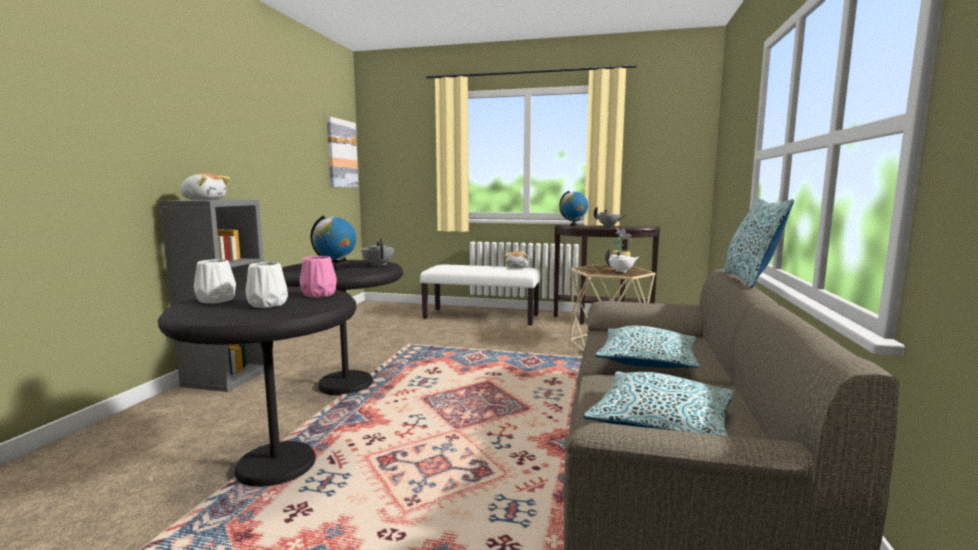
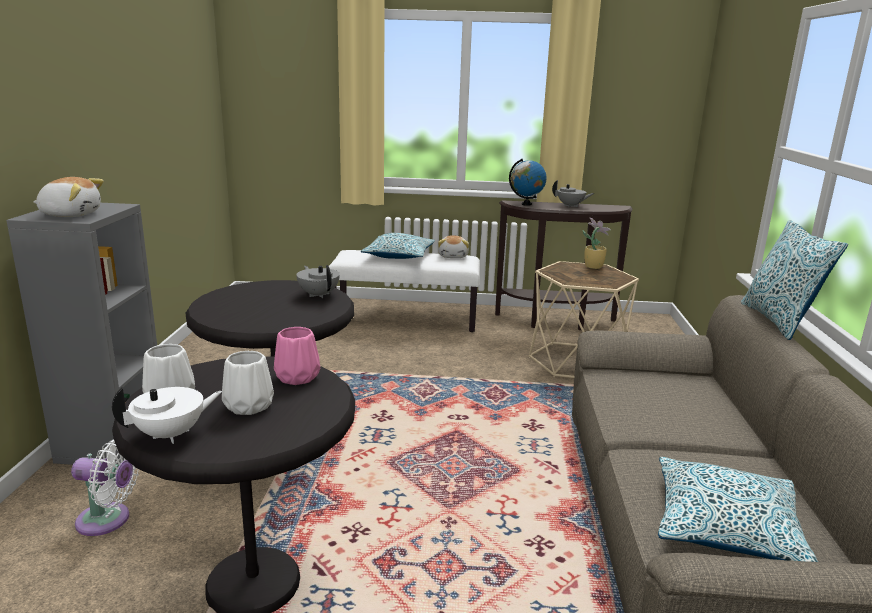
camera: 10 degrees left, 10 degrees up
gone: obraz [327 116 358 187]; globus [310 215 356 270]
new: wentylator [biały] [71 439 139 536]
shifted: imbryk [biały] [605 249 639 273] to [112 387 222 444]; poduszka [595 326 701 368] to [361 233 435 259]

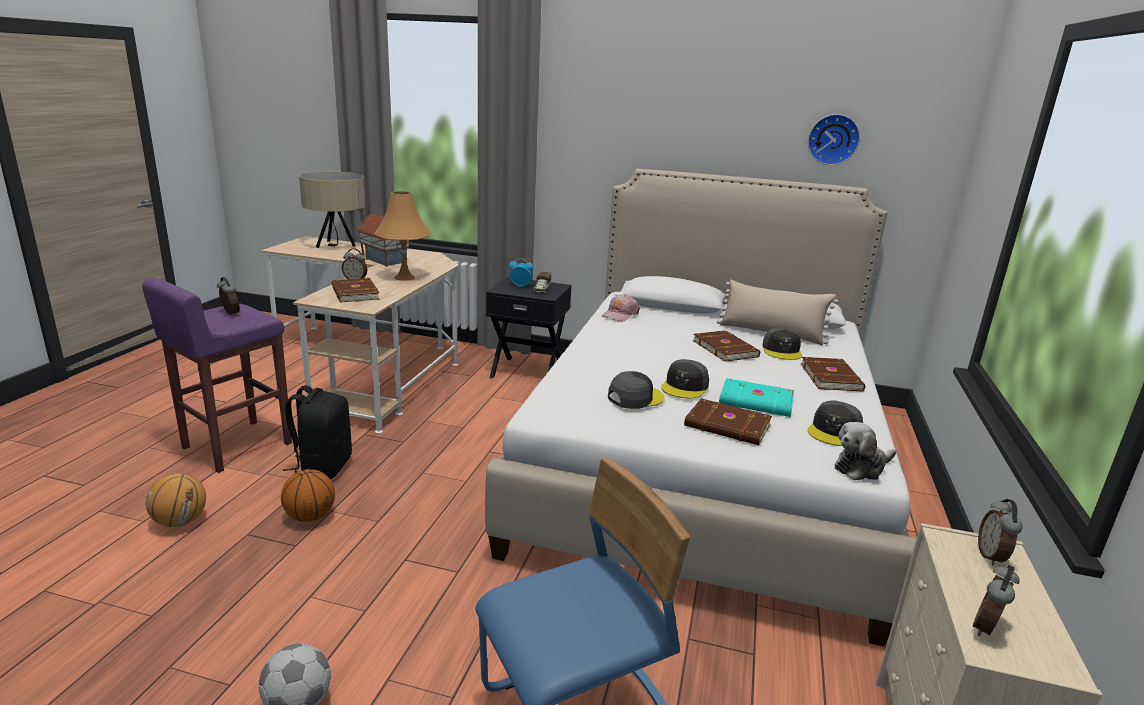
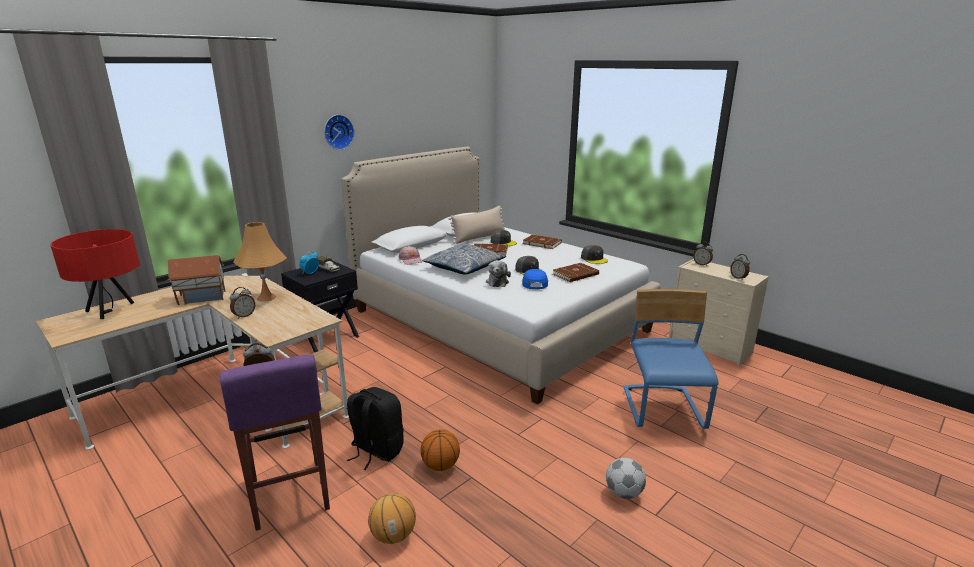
camera: 60 degrees left, 0 degrees up
gone: książka [brązowy] [332 278 379 302]; książka [turkusowy] [719 378 794 417]
new: poduszka [422 244 506 274]
shifted: zegar ścienny [808 114 860 165] to [324 115 354 150]; pluszak [835 422 896 480] to [486 260 511 287]
repainted: lampa stołowa [beżowy] [299 172 366 248] to lampa stołowa [czerwony] [50 229 140 319]; czapka z daszkiem [szary] [608 371 664 409] to czapka z daszkiem [niebieski] [522 269 548 289]

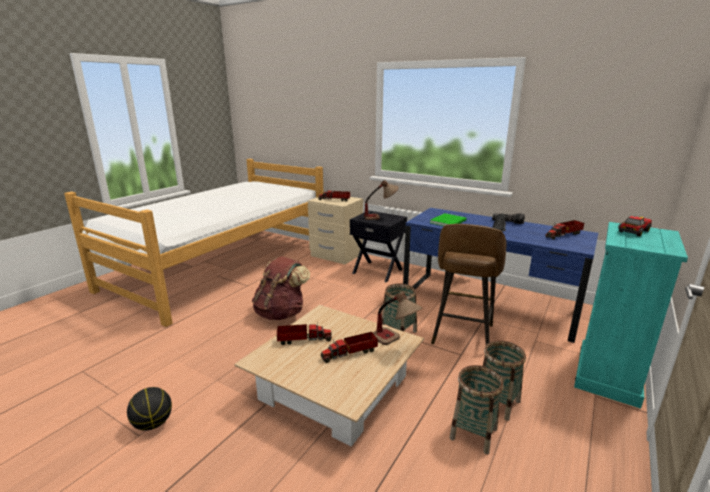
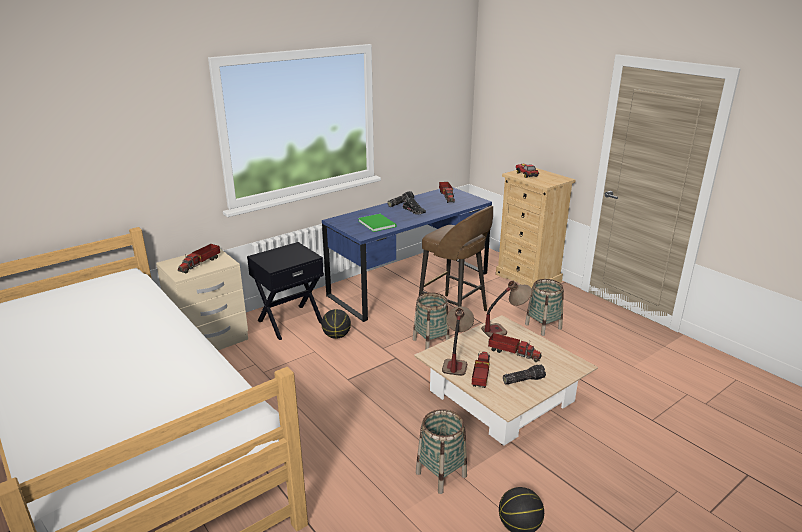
camera: 70 degrees left, 5 degrees up
gone: plecak [brązowy] [252 256 310 320]
new: piłka do koszykówki [321 309 351 339]; latarka [503 364 546 385]
shifted: lampa stołowa [364 180 399 220] to [442 306 474 376]; koszyk [450 365 504 454] to [416 409 467 494]
repainted: komoda [turkusowy] [574 222 688 409] to komoda [beżowy] [496 168 576 289]
rotated: ciężarówka zabawkowa [321 332 378 363] = [488 333 541 362] 60 degrees counterclockwise

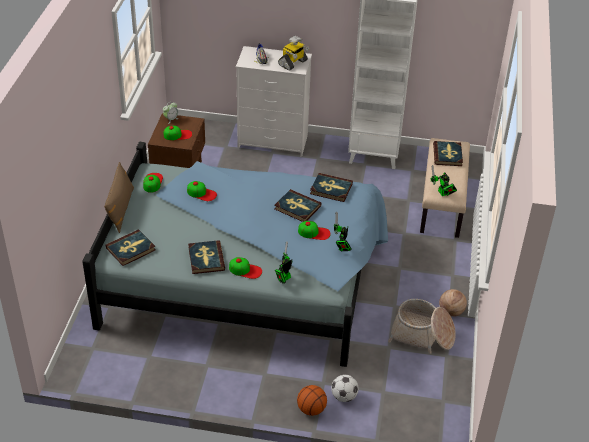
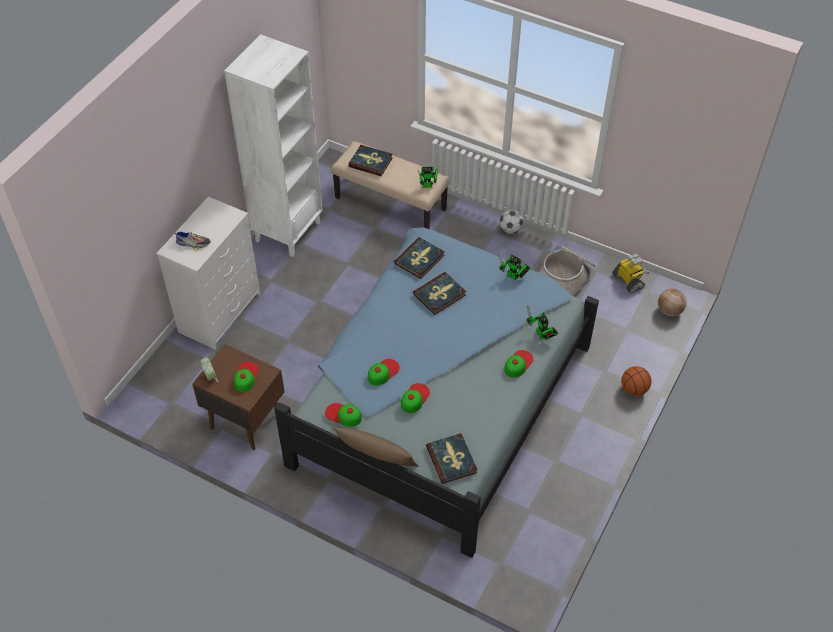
camera: 70 degrees left, 10 degrees up
gone: książka [188 240 225 274]
shifted: robot zabawkowy [278 36 309 71] to [612 254 649 293]; czapka z daszkiem [298 221 331 240] to [401 383 430 413]; piłka do koszykówki [439 289 467 317] to [658 288 687 316]; piłka futbolowa [331 375 359 402] to [500 209 524 234]

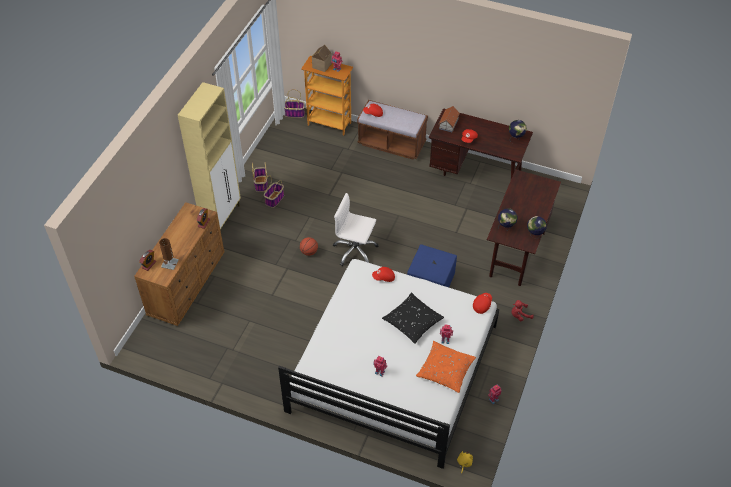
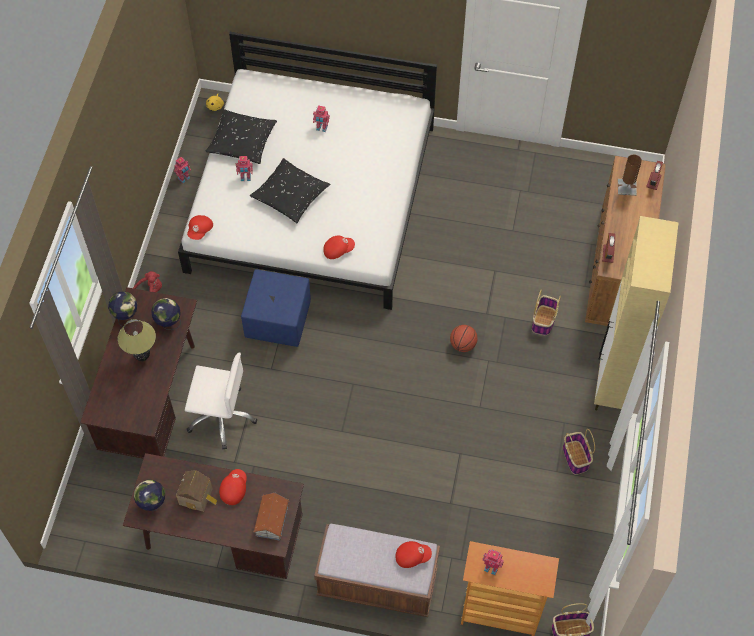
camera: 170 degrees right, 10 degrees up
new: lampa stołowa [118 319 156 361]
shifted: domek [311 45 332 72] to [176 470 218 512]; koszyk [263 175 284 208] to [532 290 561 335]; krzesło biurowe [biały] [333 193 379 266] to [185 353 258 449]
repainted: poduszka [pomarańczowy] [416 341 476 393] to poduszka [czarny] [206 109 277 164]

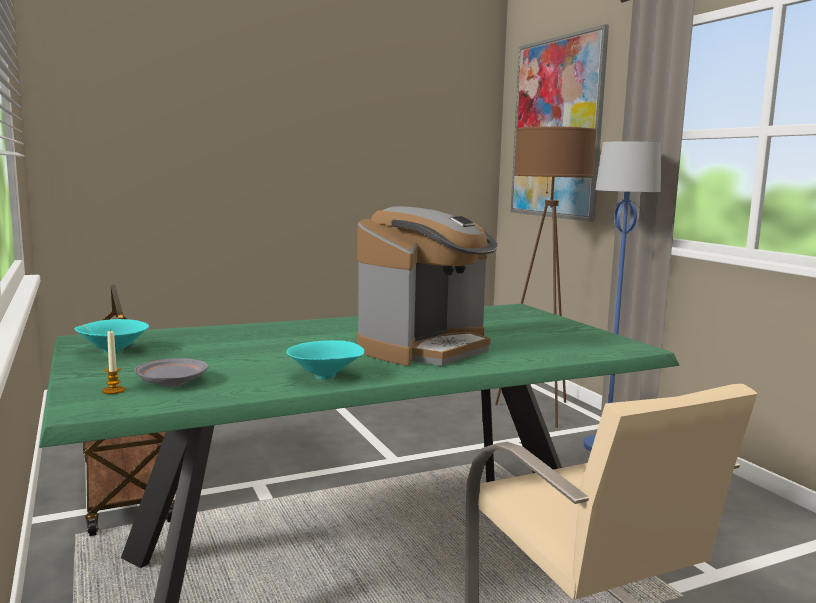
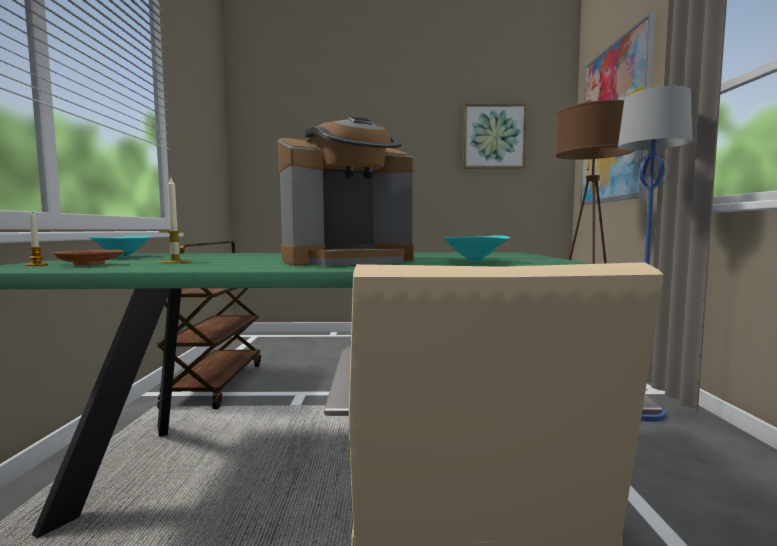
camera: 25 degrees right, 5 degrees down
new: obraz [463 104 527 169]; świeca [158 178 193 263]
shifted: miska [turkusowy] [286 340 365 380] to [443 235 510 262]
repainted: talerz [szary] [135 358 209 387] to talerz [brązowy] [52 250 124 266]

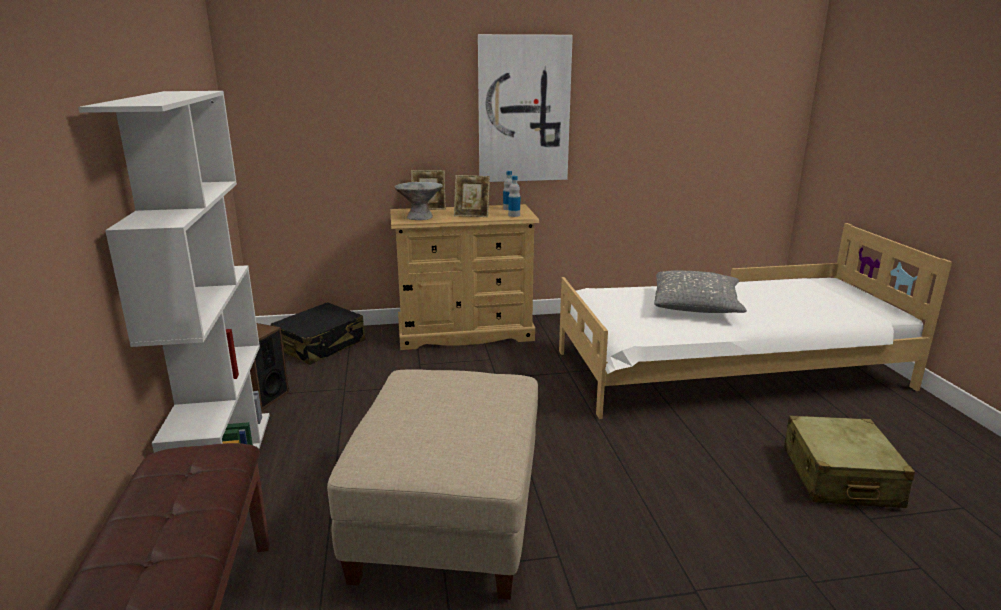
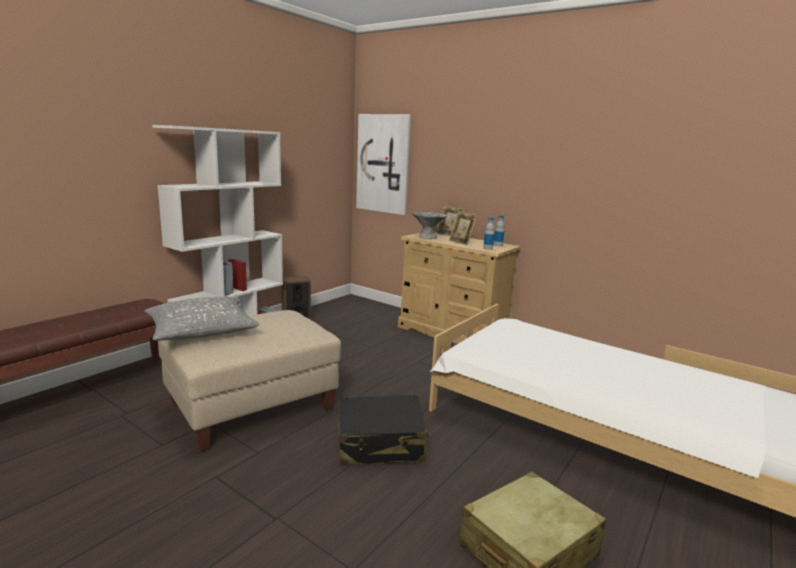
camera: 45 degrees right, 5 degrees down
shifted: obraz [478 34 573 182] to [356 114 411 215]; poduszka [szary] [654 270 747 313] to [145 297 259 341]; walizka [czarny] [271 302 365 365] to [338 395 430 465]

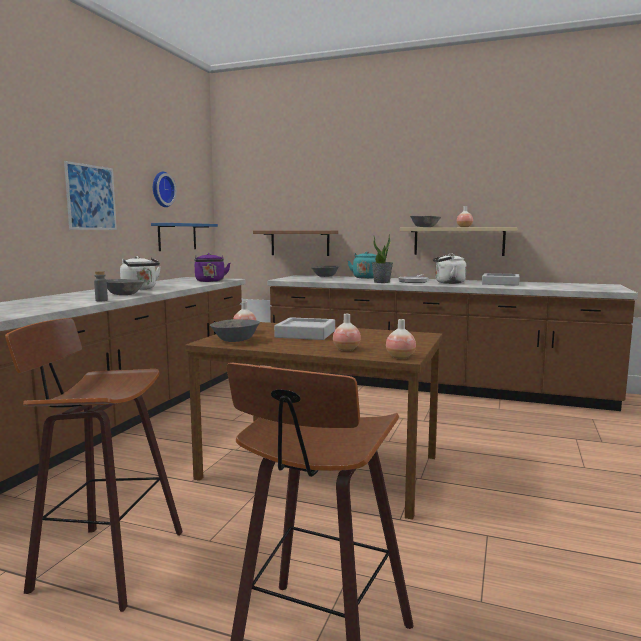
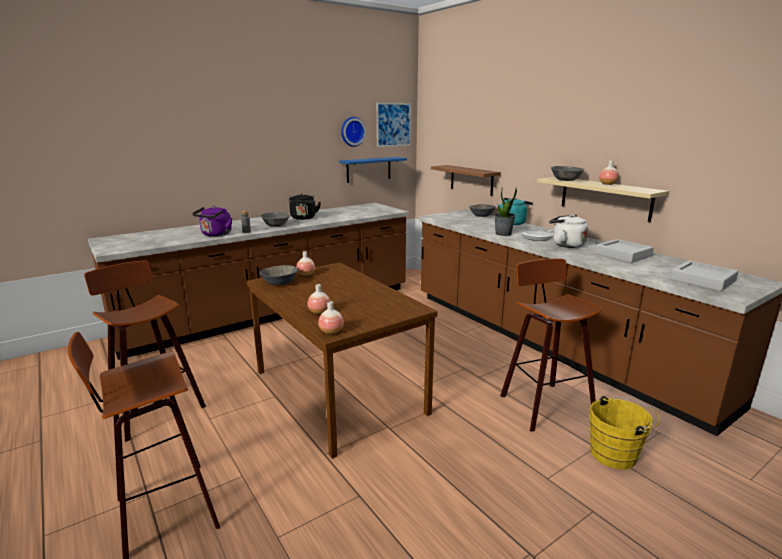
camera: 35 degrees right, 10 degrees up
new: stołek [500 259 602 432]; wiadro [żółty] [589 396 660 470]
shifted: obraz [64 161 117 230] to [377 103 411 147]; czajnik [fioletowy] [194 253 230 282] to [192 206 232 237]; taca [szary] [274 317 335 340] to [670 260 739 291]
repainted: czajnik [biały] [120 256 161 290] to czajnik [czarny] [289 193 321 220]

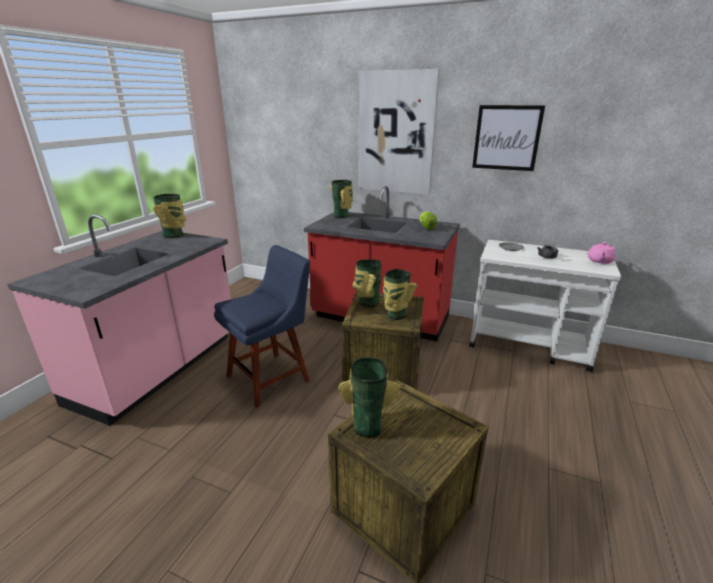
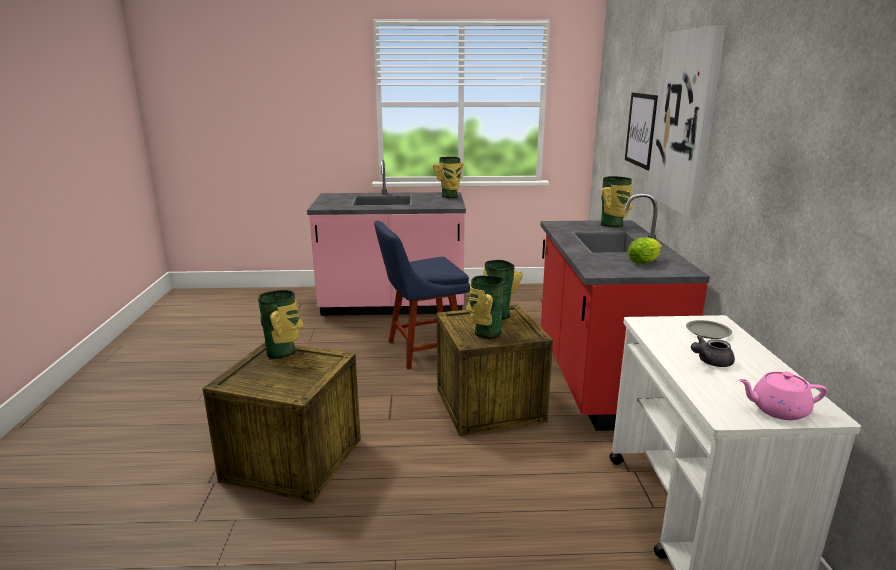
camera: 65 degrees right, 5 degrees down
shifted: obraz [472 105 545 171] to [625 93 658 170]
rotated: krzesło [niebieski] [214 245 310 407] = [374 221 470 369] 135 degrees clockwise

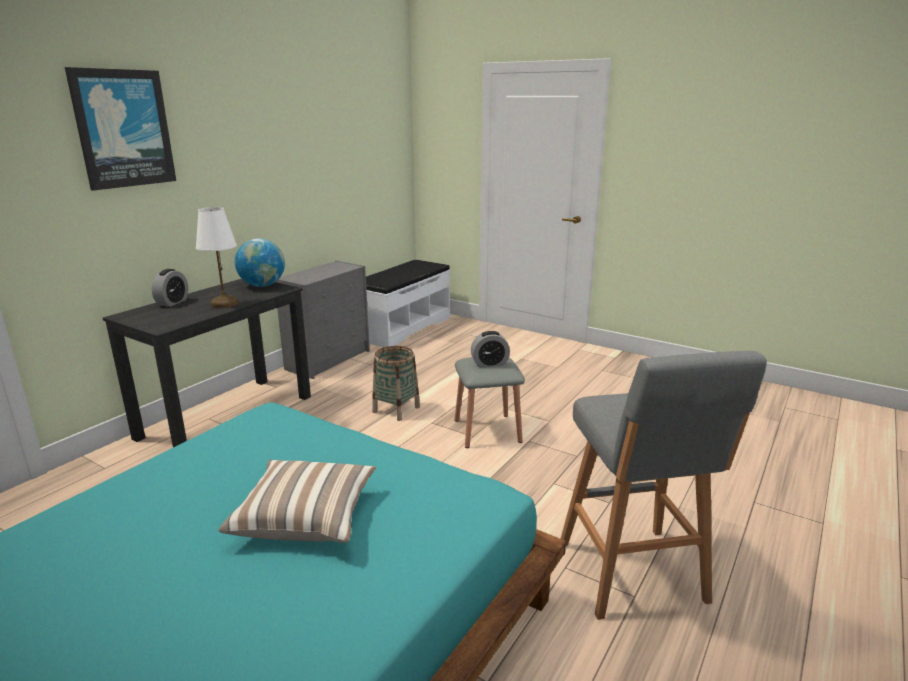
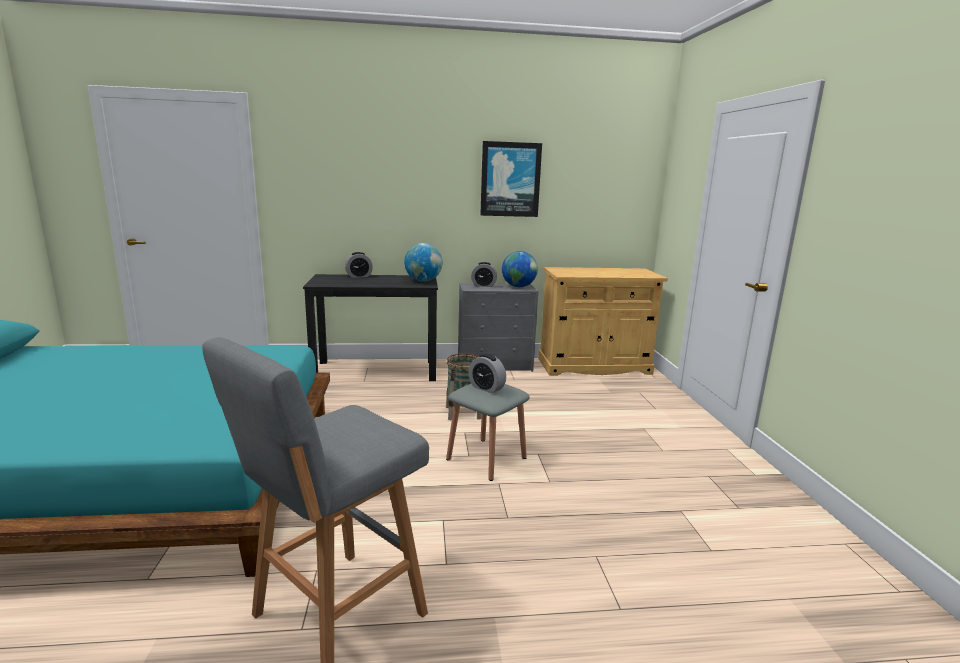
camera: 50 degrees right, 5 degrees down
gone: lampa stołowa [biały] [196 207 238 308]; poduszka [218 460 376 543]
new: globus [502 251 538 287]; budzik [471 262 497 287]
shifted: obraz [65 67 176 191] to [480 141 542 217]
swapped: ławka [biały] [366 260 450 347] to szafka [beżowy] [538 267 668 376]

